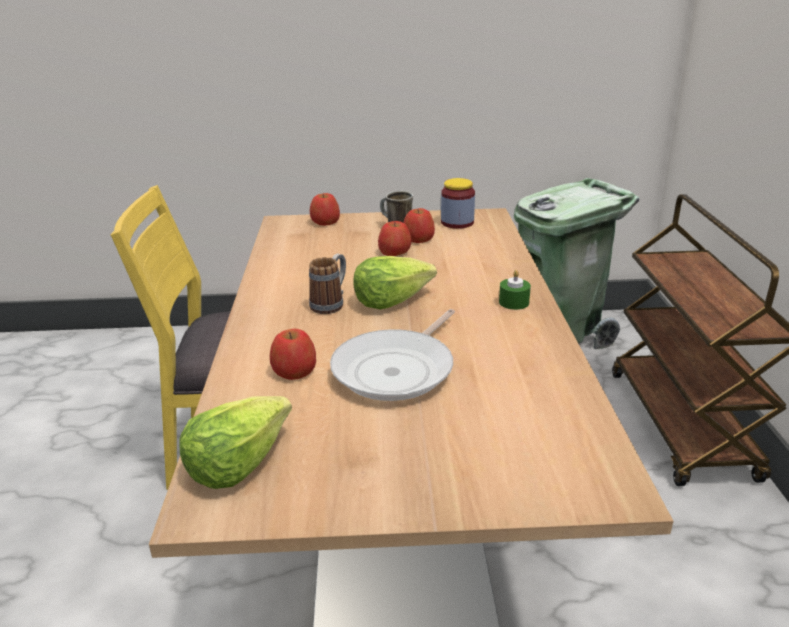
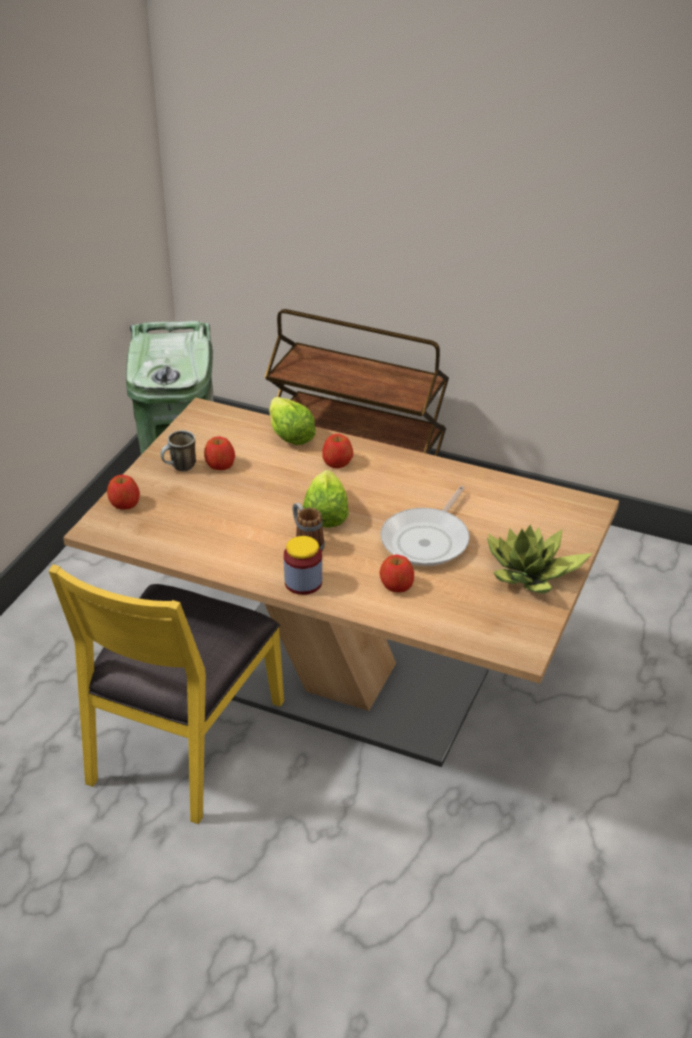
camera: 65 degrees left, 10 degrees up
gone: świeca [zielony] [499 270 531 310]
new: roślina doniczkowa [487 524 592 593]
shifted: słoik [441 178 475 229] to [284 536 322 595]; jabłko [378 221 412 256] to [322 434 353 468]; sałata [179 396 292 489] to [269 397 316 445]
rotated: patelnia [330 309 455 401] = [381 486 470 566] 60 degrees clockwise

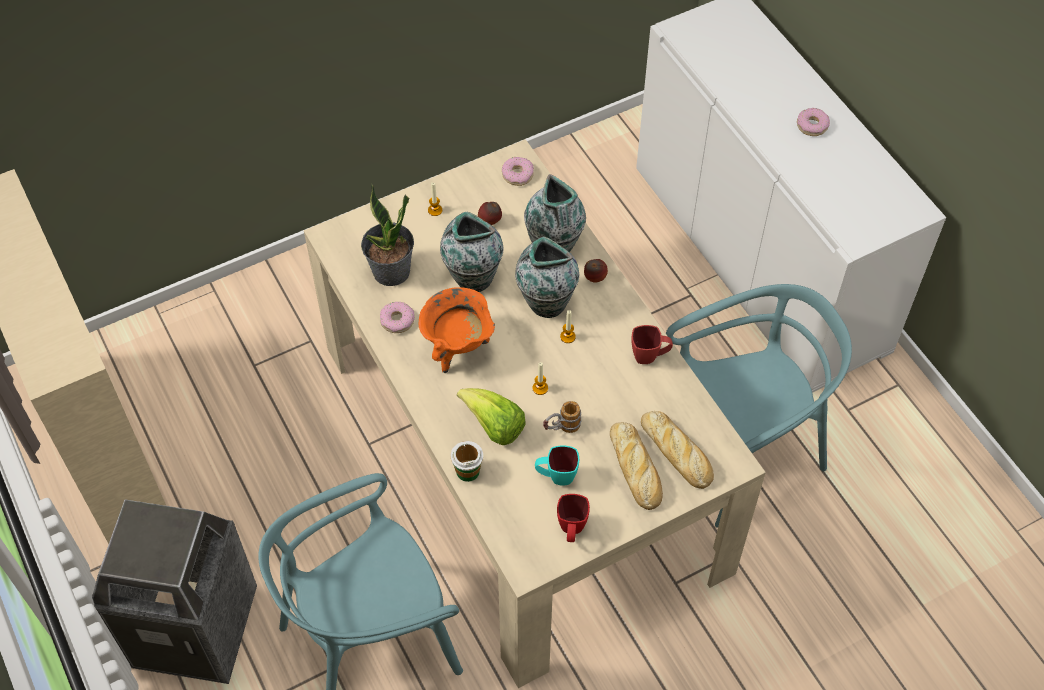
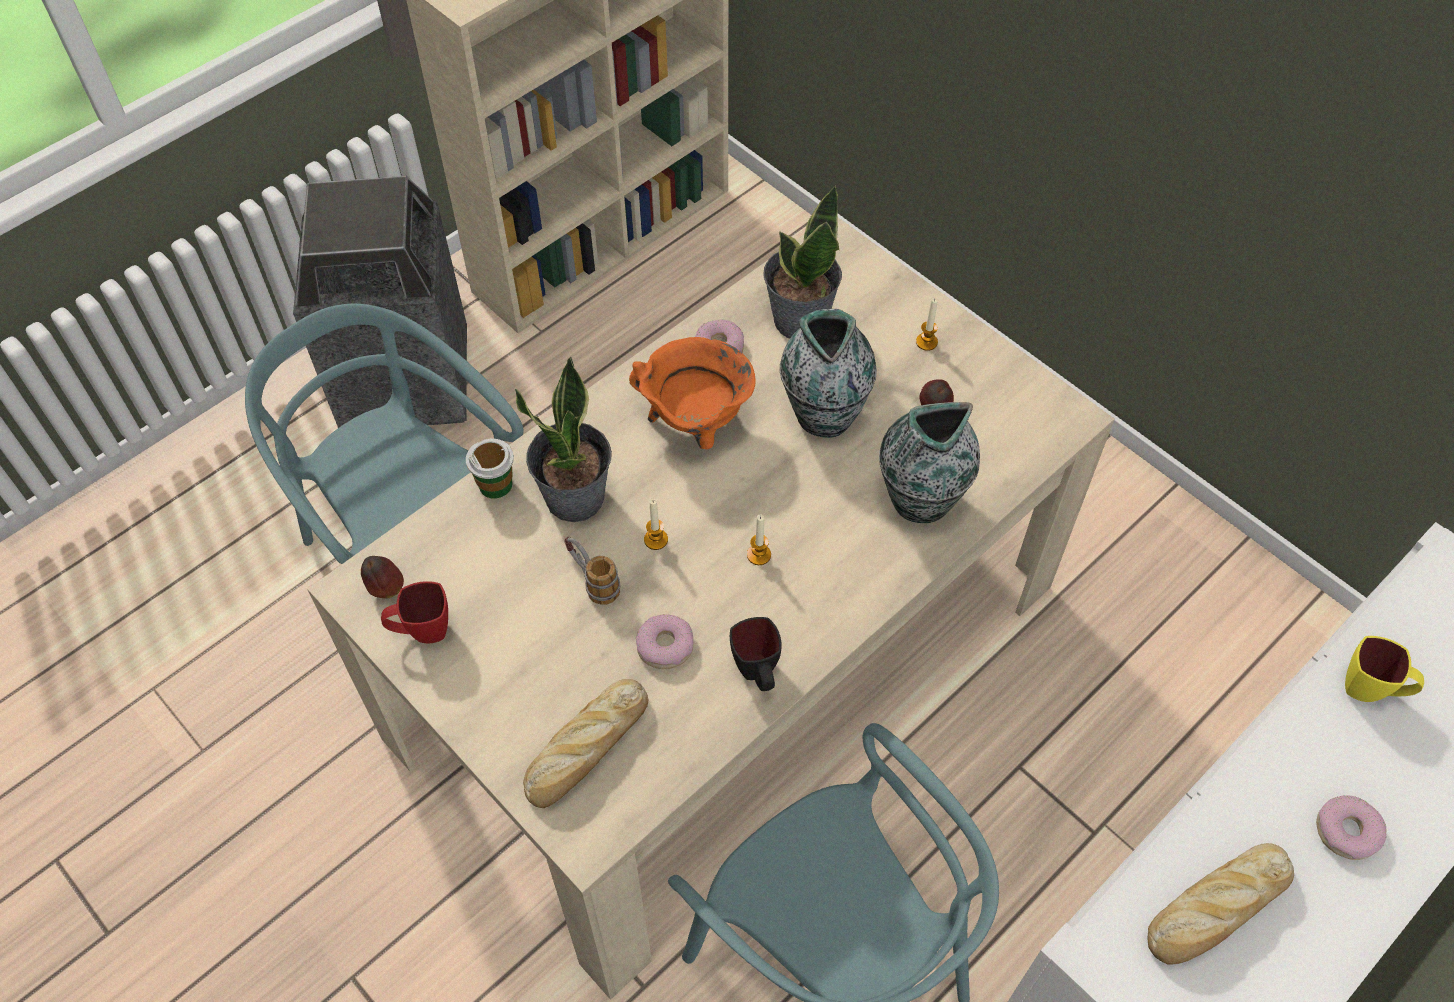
camera: 75 degrees right, 0 degrees up
gone: wazon [515 237 579 318]; kubek [turkusowy] [535 445 579 486]
new: kubek [żółty] [1345 636 1424 702]
shifted: donut [502 157 534 186] to [636 614 694 669]; jabłko [584 259 608 282] to [361 556 404 599]; chleb [610 422 663 510] to [1148 843 1294 965]
swapped: sałata [457 388 526 445] to roślina doniczkowa [515 357 612 522]
repainted: kubek [czerwony] [632 325 673 364] to kubek [czarny] [730 617 782 691]

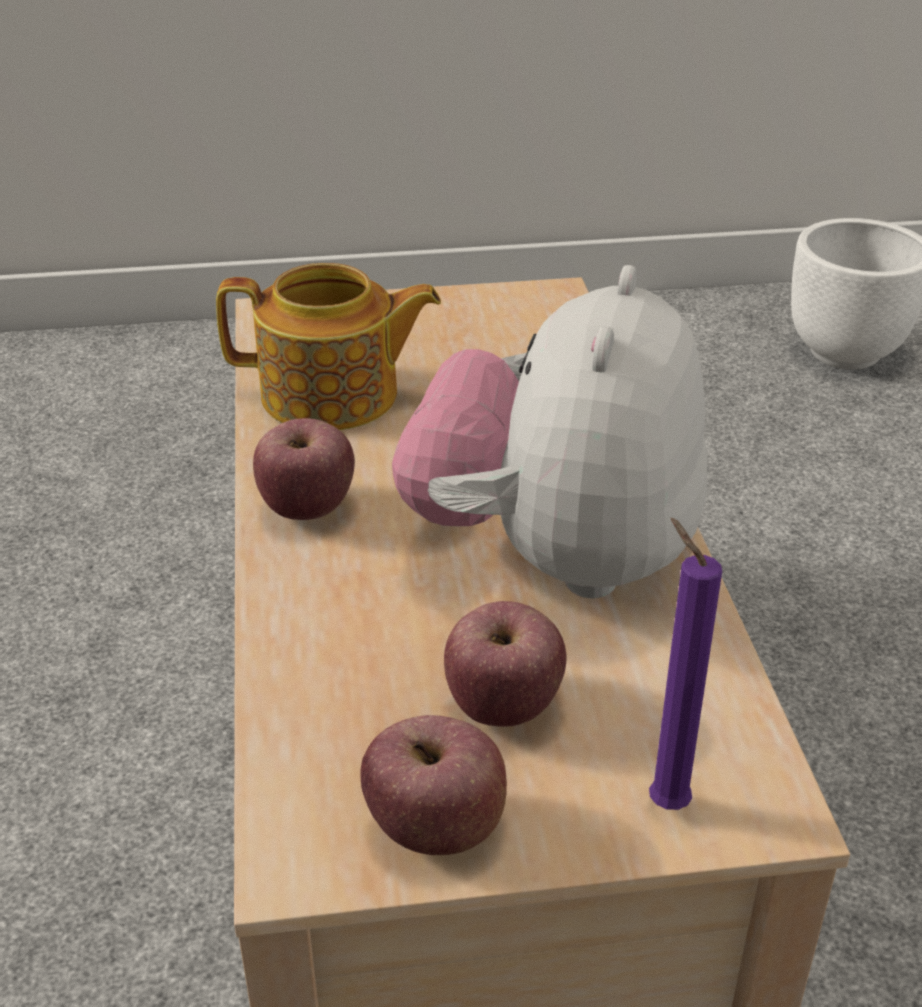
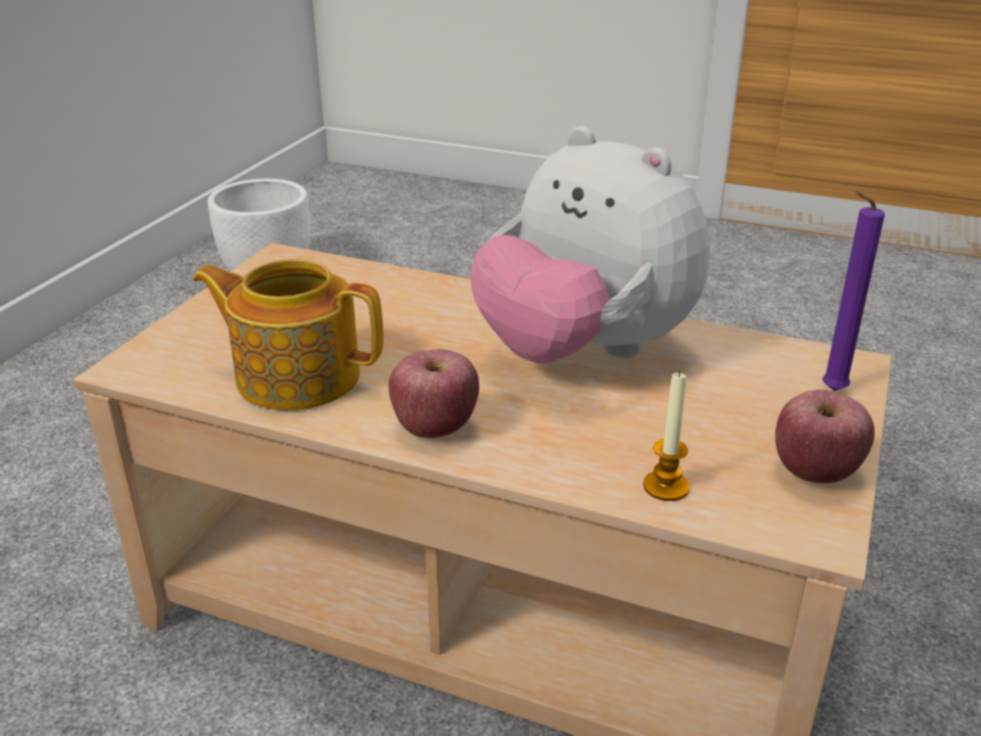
camera: 60 degrees left, 5 degrees down
gone: jabłko [444 601 567 727]
new: świeca [643 370 690 501]
rotated: imbryk [216 263 441 430] = [192 259 383 410] 105 degrees counterclockwise

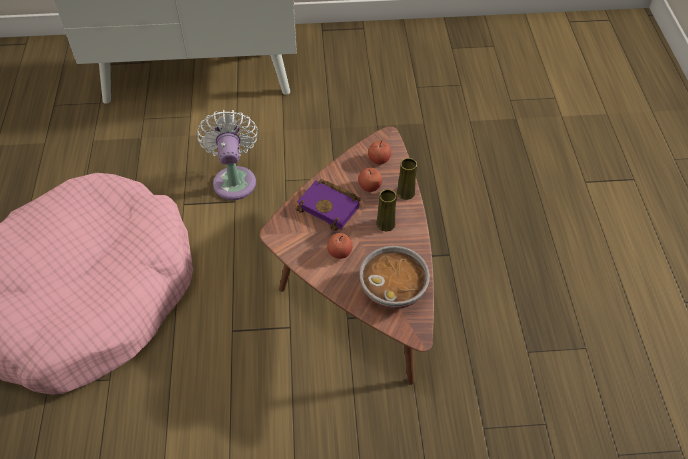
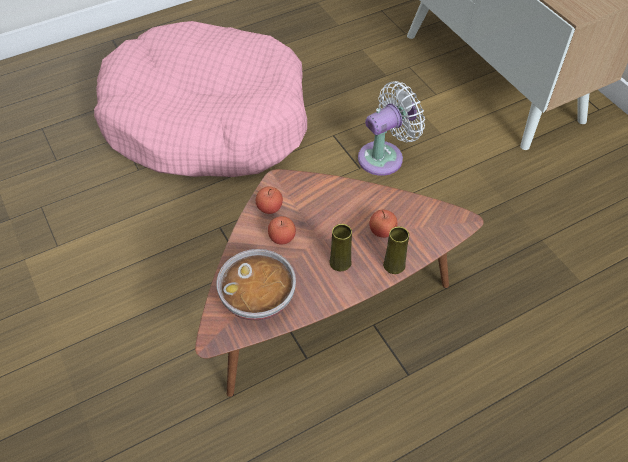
camera: 65 degrees right, 0 degrees up
gone: książka [fioletowy] [296 179 361 230]
shifted: jabłko [368 141 391 164] to [256 186 283 214]

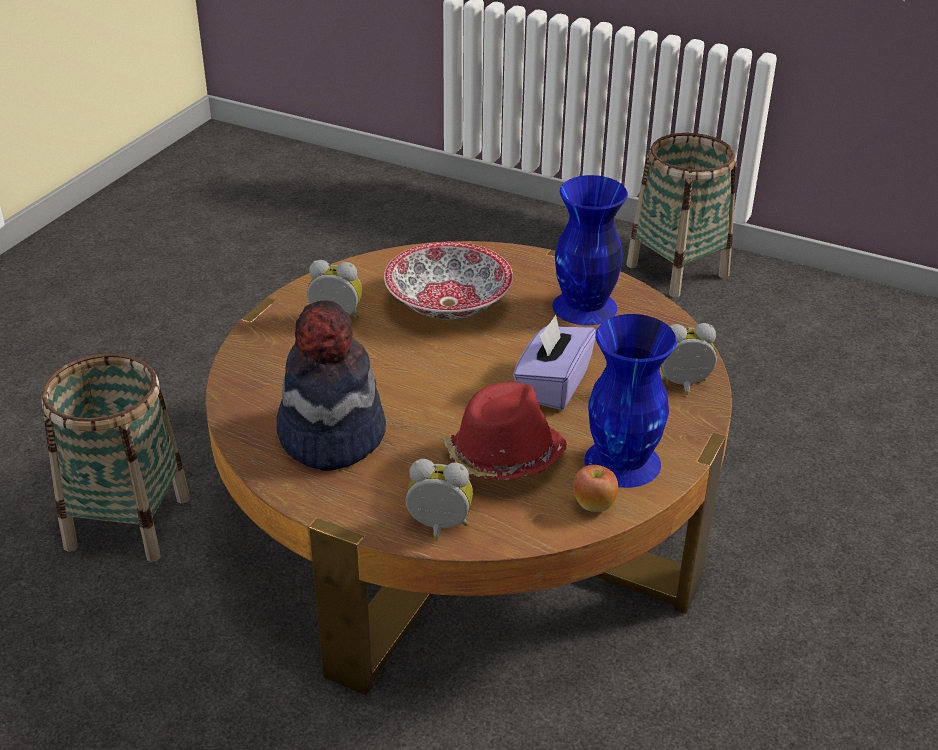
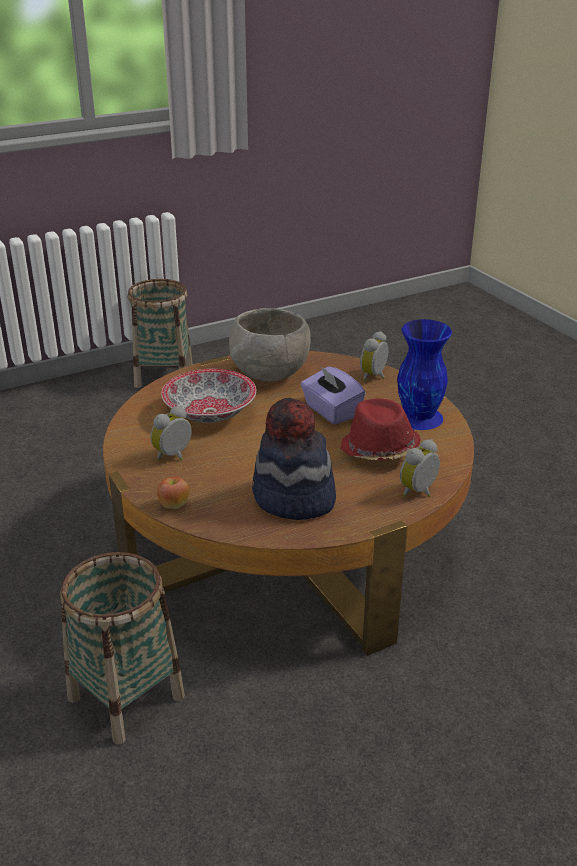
camera: 55 degrees left, 5 degrees down
shifted: jabłko [573 465 618 512] to [157 476 189 509]
swapped: wazon [niebieski] [552 175 628 325] to miska [szary] [229 308 311 381]

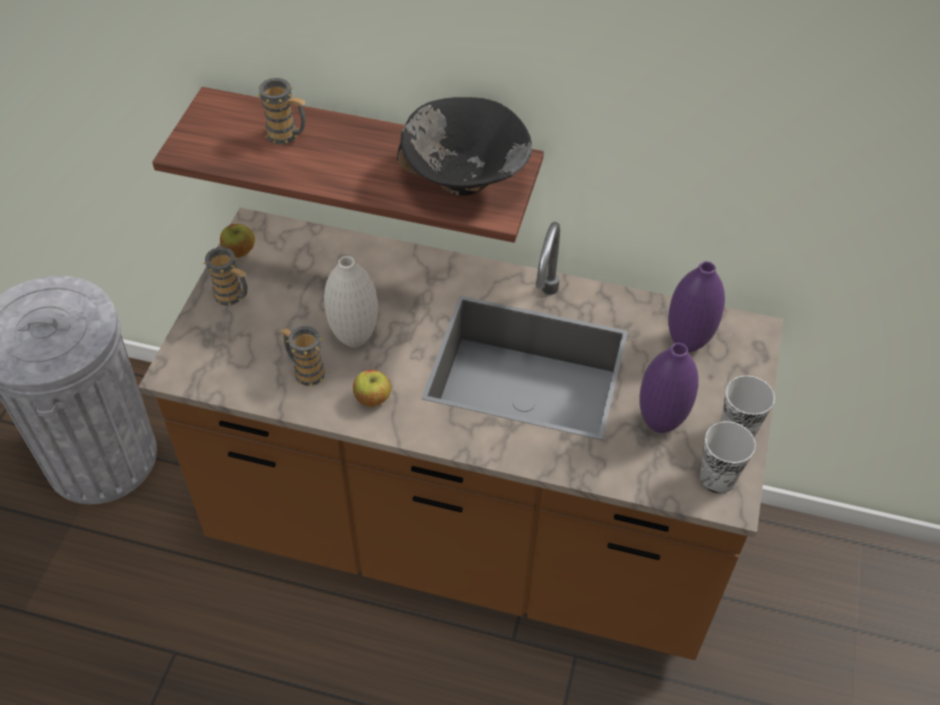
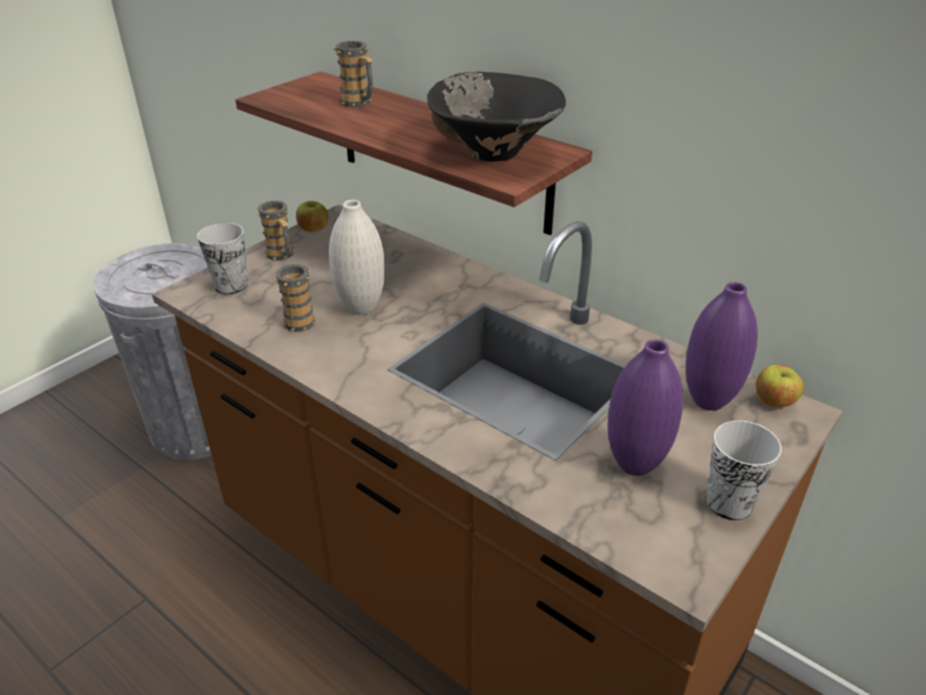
camera: 25 degrees right, 15 degrees down
shifted: jabłko [353 370 391 407] to [756 365 804 408]; filiżanka [700 421 756 494] to [197 223 247 294]

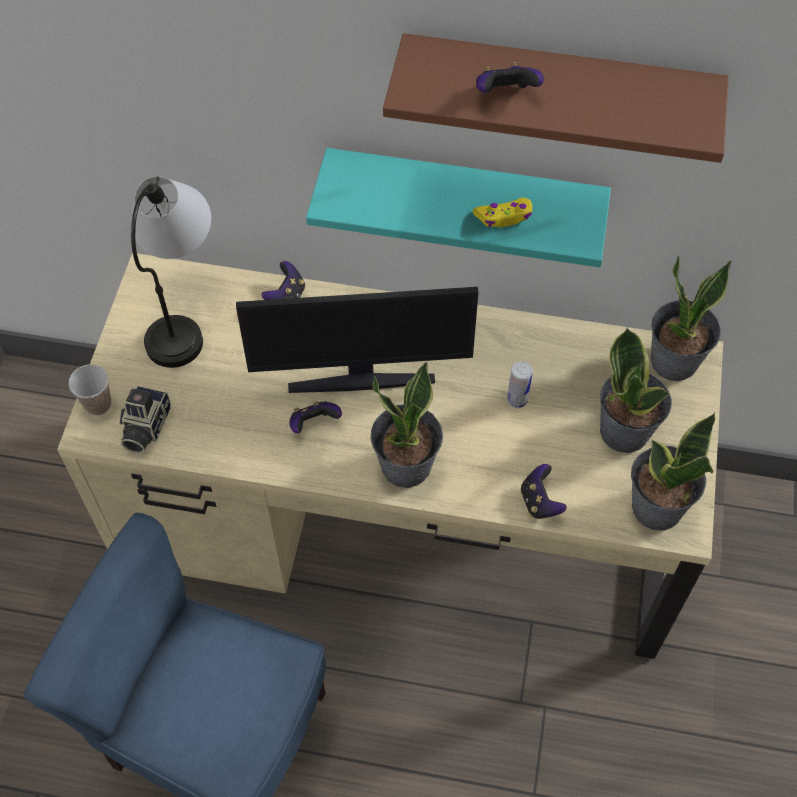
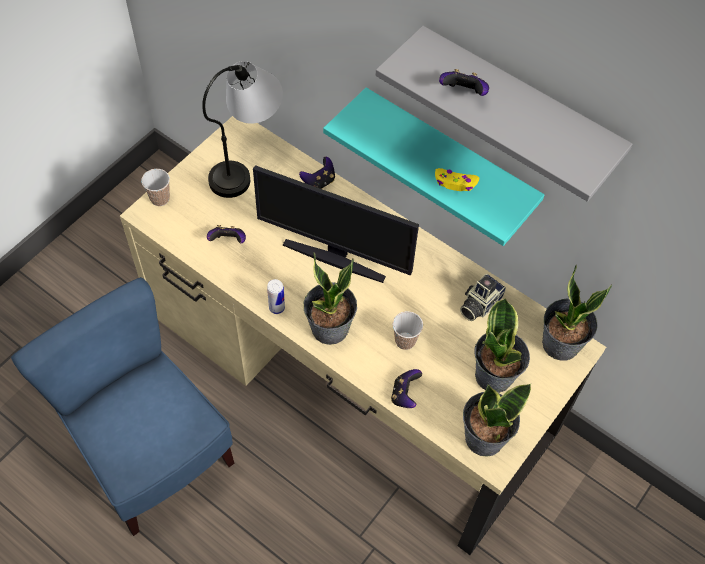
camera: 25 degrees right, 0 degrees up
new: filiżanka [393 311 423 350]
shifted: puszka [507 361 533 408] to [267 279 285 314]; aparat fotograficzny [120 386 171 454] to [460 274 506 321]; pad do gier [289 401 342 433] to [207 225 246 243]
repainted: półka [brązowy] [383 33 729 163] to półka [szary] [376 26 633 202]

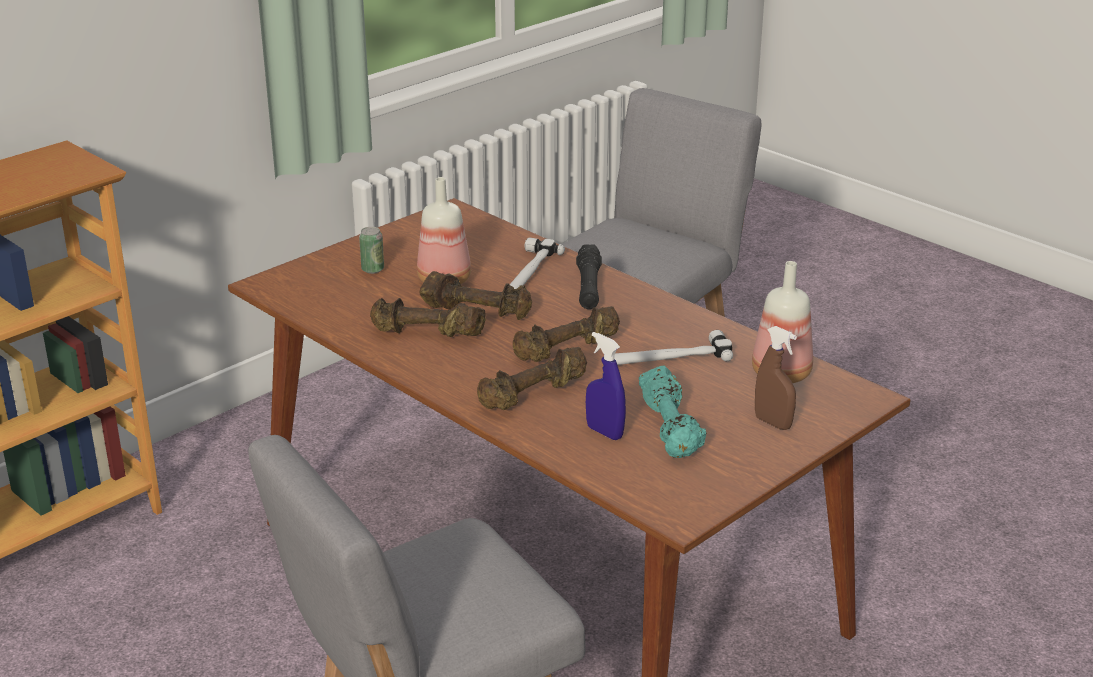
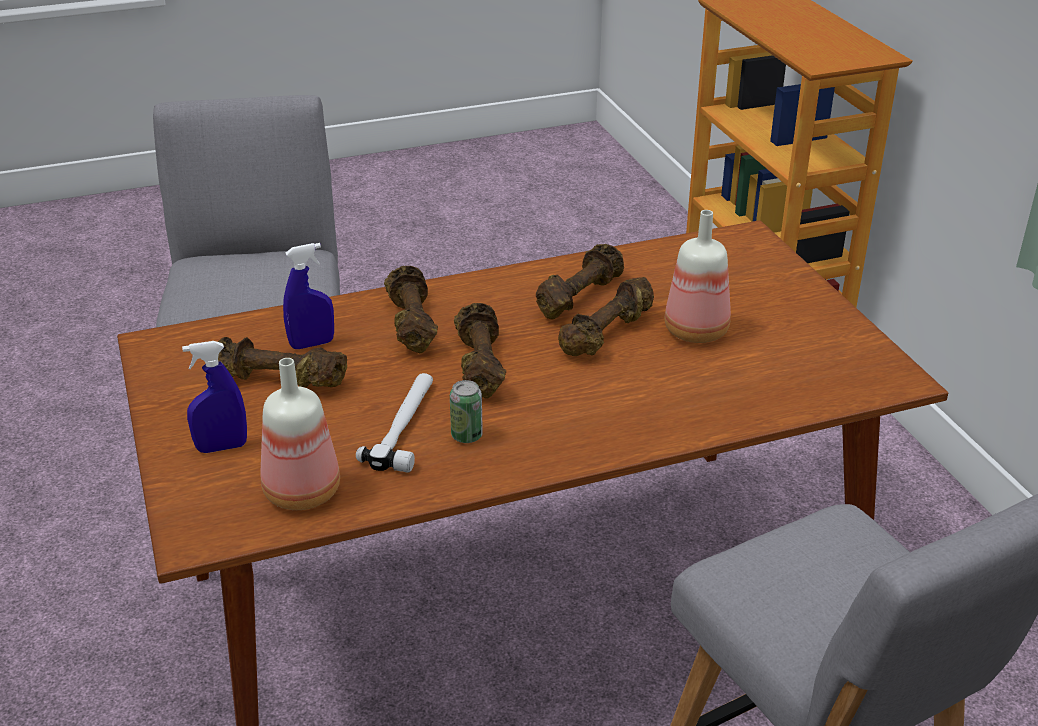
camera: 115 degrees right, 5 degrees up
gone: młotek [510 237 565 289]; latarka [czarny] [576 244 602 309]
shifted: puszka [359 227 384 274] to [450 380 483 443]
repainted: spryskiwacz [brązowy] [755 326 797 430] to spryskiwacz [niebieski] [182 341 247 453]; hantel [turkusowy] [639 366 707 458] to hantel [brązowy] [218 337 347 387]

